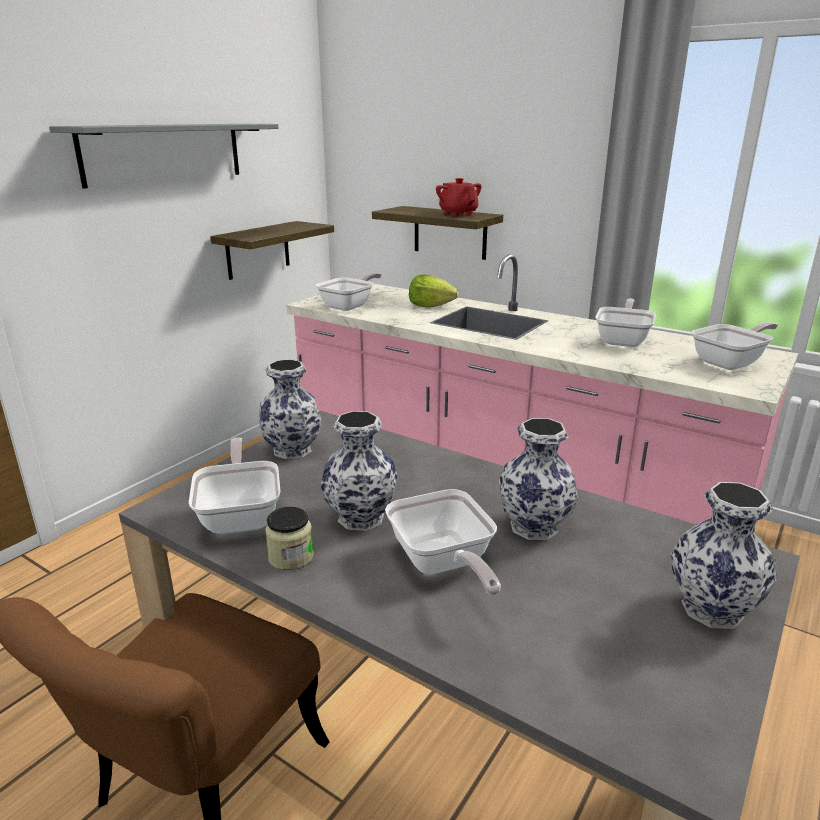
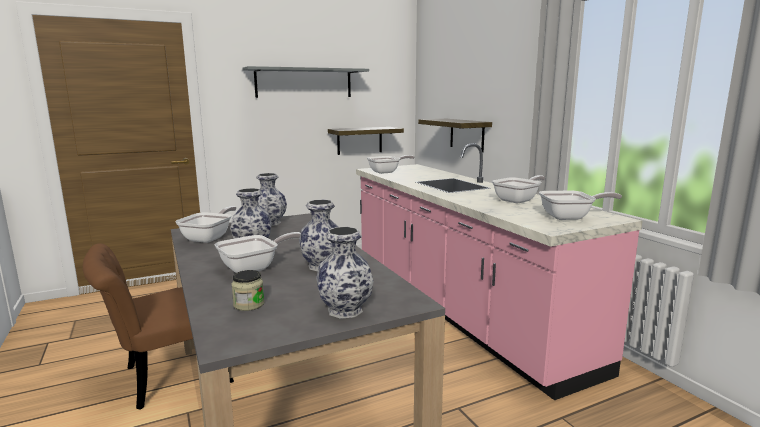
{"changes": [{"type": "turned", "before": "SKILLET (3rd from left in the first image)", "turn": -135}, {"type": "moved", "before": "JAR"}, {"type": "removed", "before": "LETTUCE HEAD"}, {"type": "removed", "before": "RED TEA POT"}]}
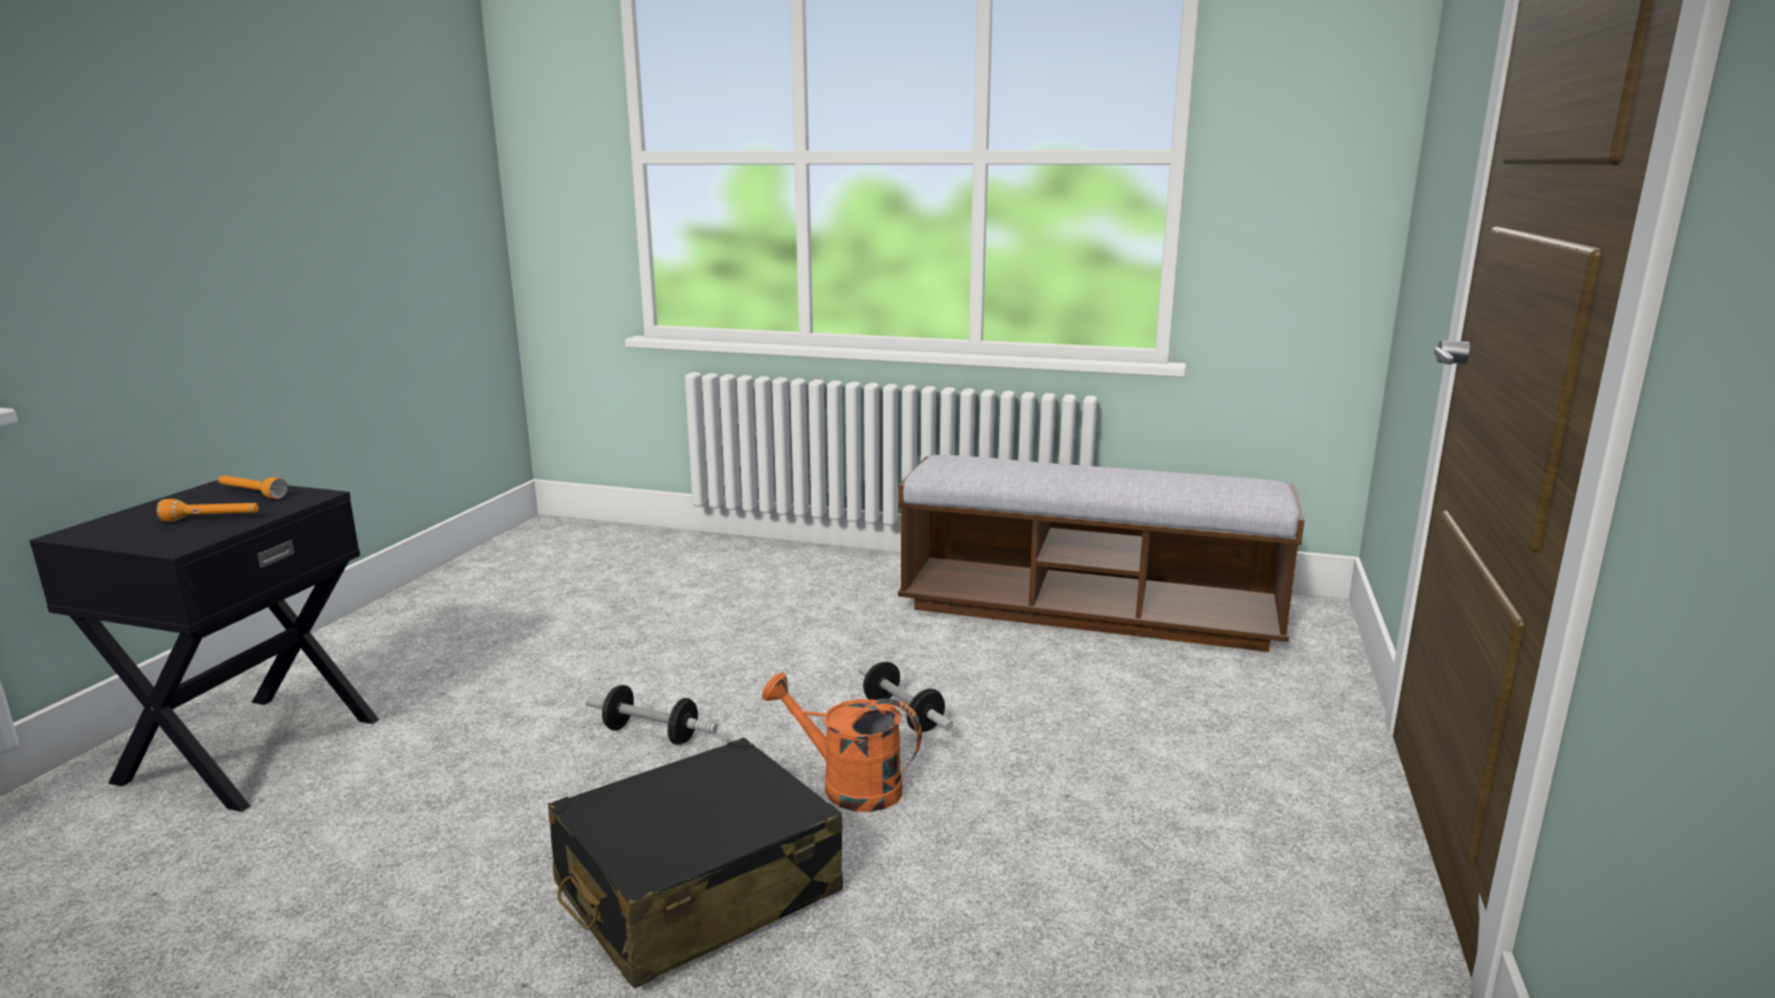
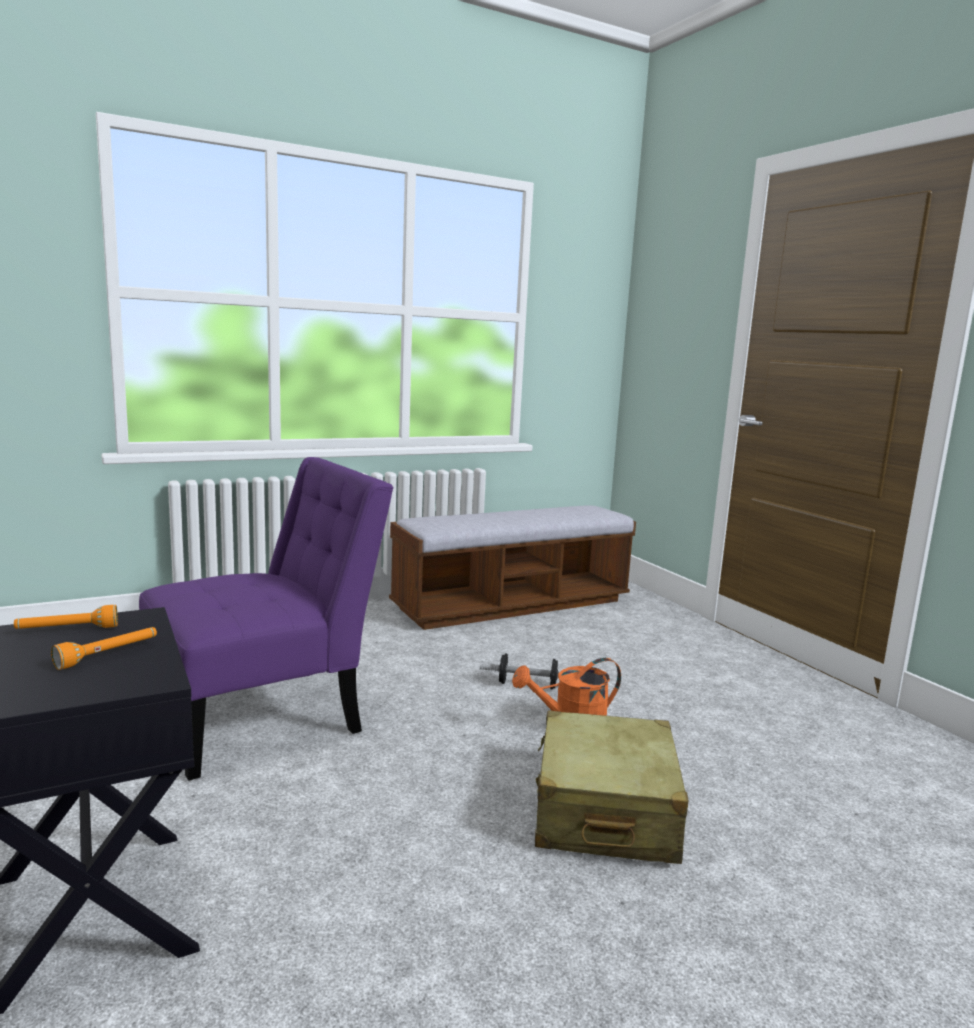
{"changes": [{"type": "added", "after": "PURPLISH CHAIR"}, {"type": "recoloured", "before": "BLACK SUITCASE", "after": "BEIGE SUITCASE"}, {"type": "removed", "before": "FREE WEIGHT (1st from left)"}]}
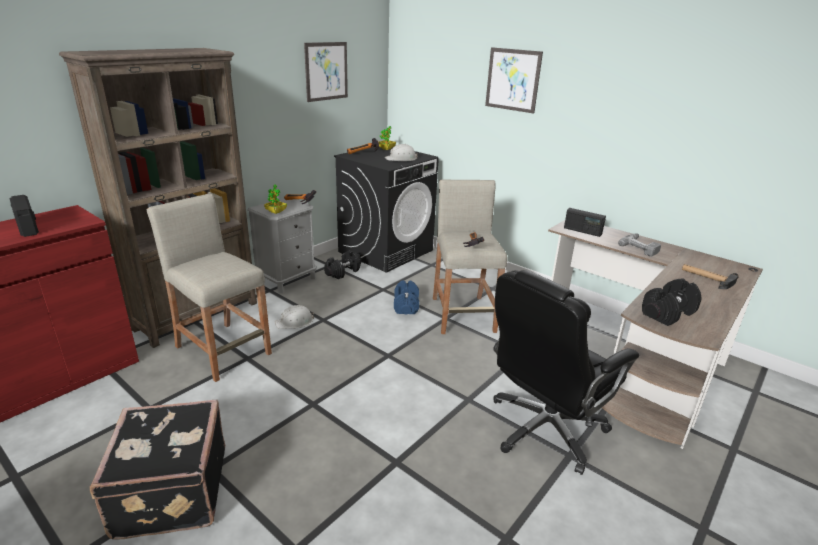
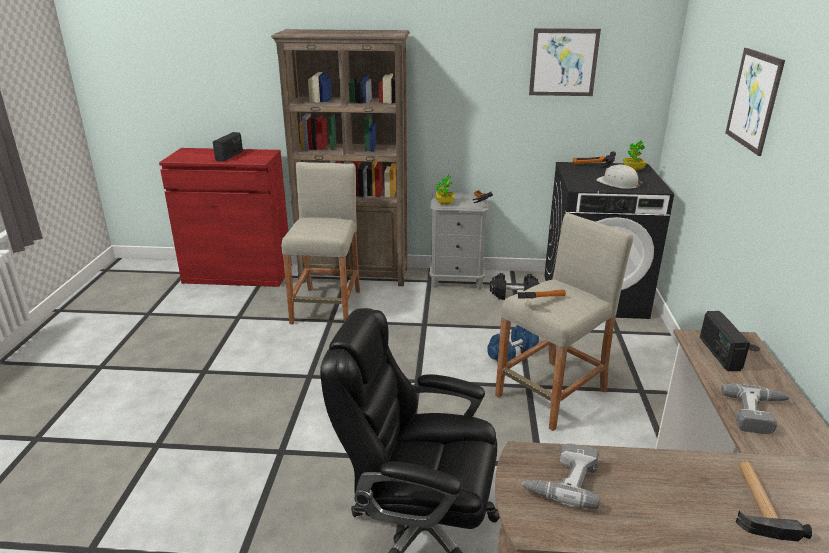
{"changes": [{"type": "replaced", "before": "BLACK FREE WEIGHT (2nd from left)", "after": "ELECTRIC DRILL (1st from left)"}, {"type": "removed", "before": "BLACK SUITCASE"}, {"type": "removed", "before": "WHITISH WORK HELMET (1st from left)"}]}
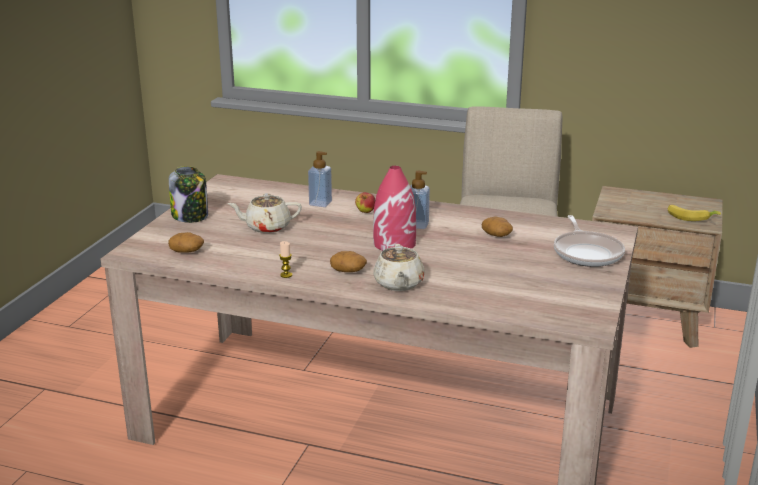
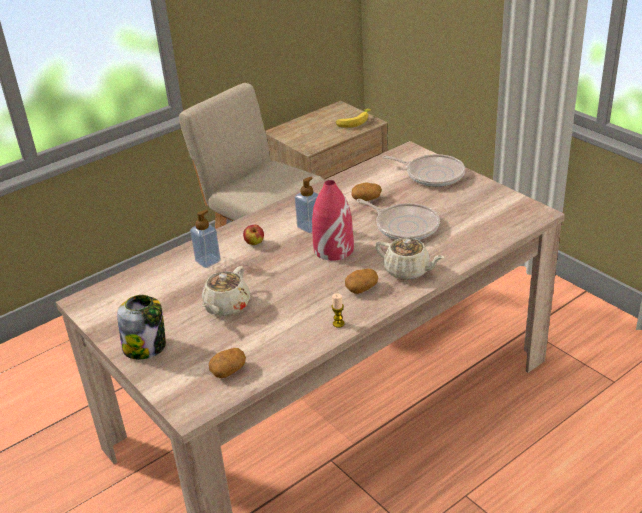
{"changes": [{"type": "added", "after": "SKILLET (1st from left)"}]}
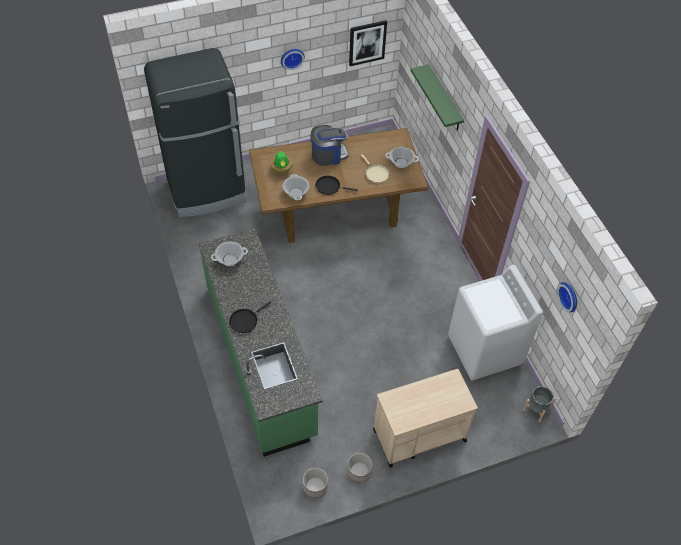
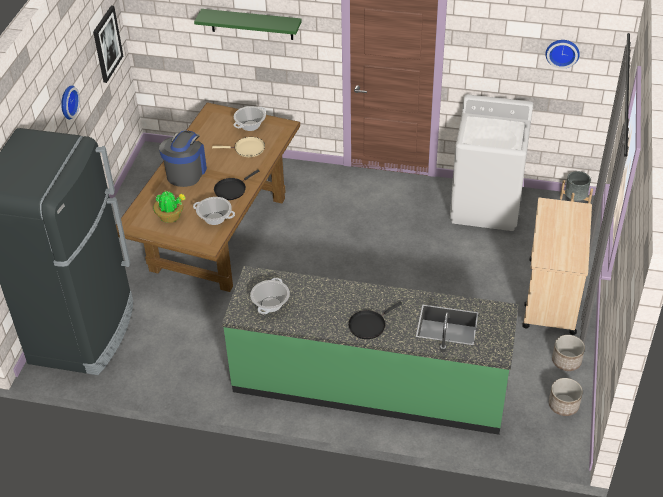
{"changes": [{"type": "turned", "before": "BLACK SKILLET (1st from left in the first image)", "turn": 60}]}
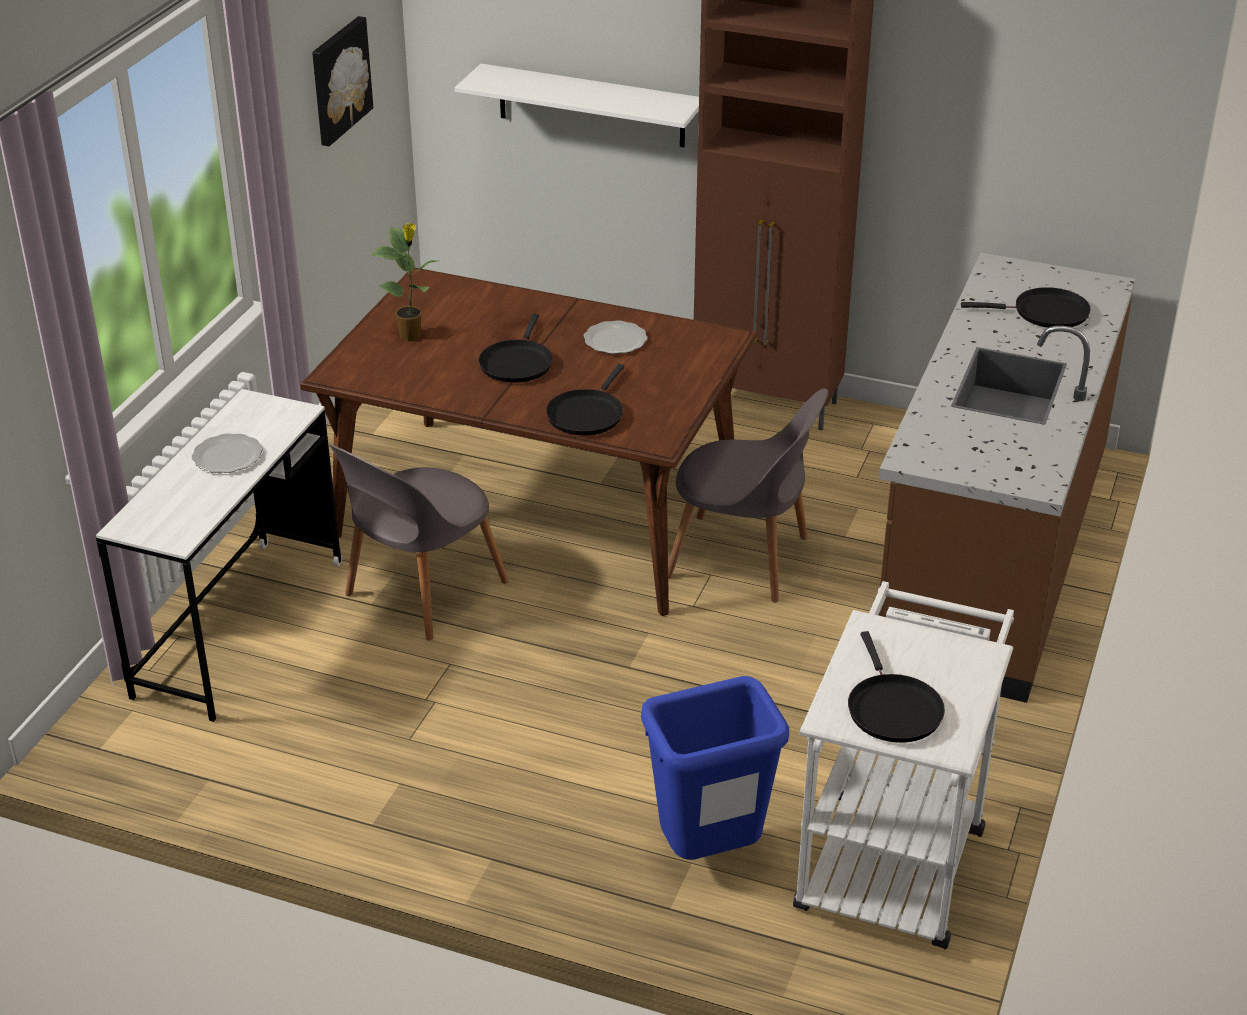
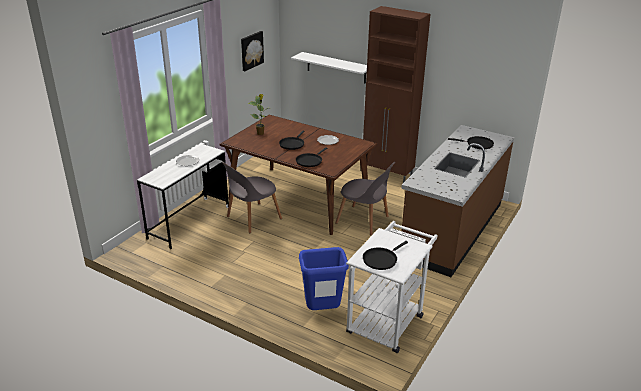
{"changes": [{"type": "turned", "before": "BLACK SKILLET (3rd from left)", "turn": 45}]}
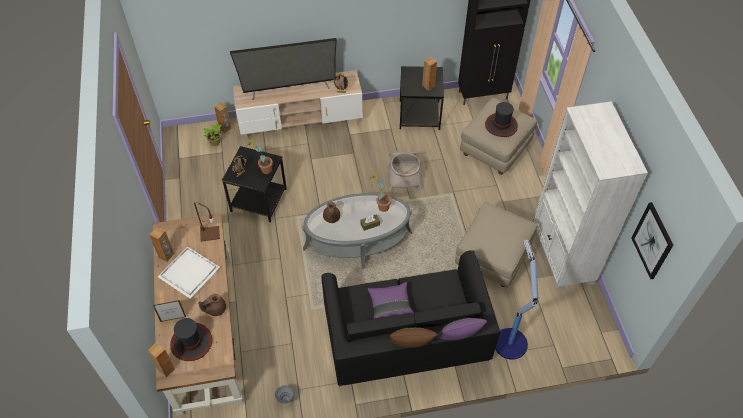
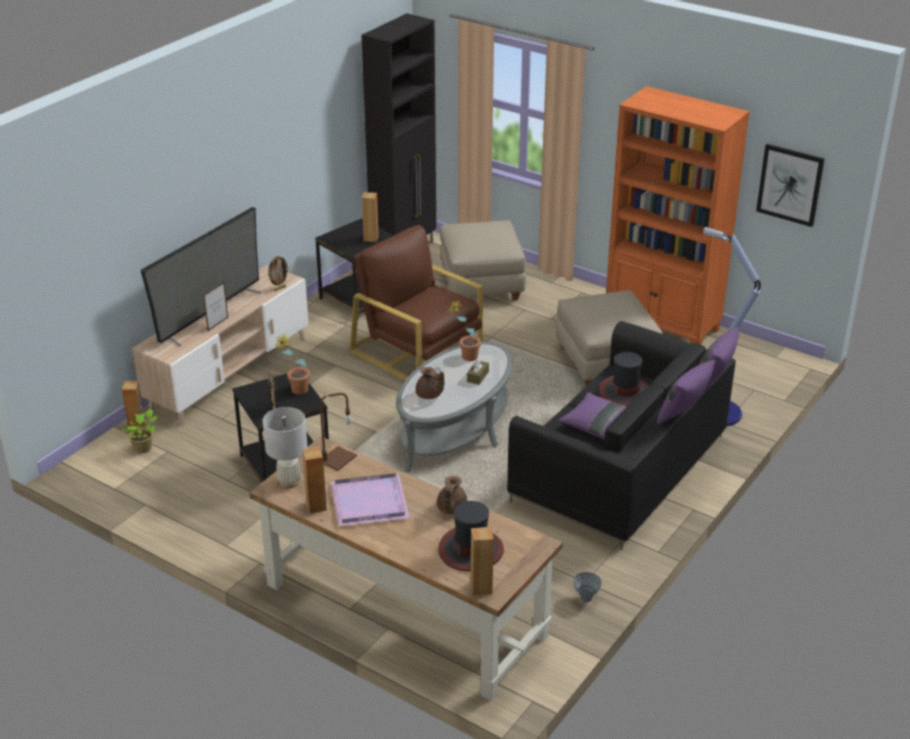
{"changes": [{"type": "moved", "before": "PICTURE FRAME (1st from left)"}, {"type": "added", "after": "WHITISH LAMP FOR A TABLE"}, {"type": "recoloured", "before": "WHITISH CARRYING TRAY", "after": "PURPLISH CARRYING TRAY"}, {"type": "replaced", "before": "HOUSEHOLD BASKET", "after": "BROWNISH LOUNGE CHAIR"}, {"type": "moved", "before": "WEARABLE HAT (2nd from left)"}, {"type": "recoloured", "before": "WHITISH BOOKCASE", "after": "ORANGEY BOOKCASE"}, {"type": "recoloured", "before": "BROWNISH THROW PILLOW", "after": "PURPLISH THROW PILLOW (2nd from left)"}]}
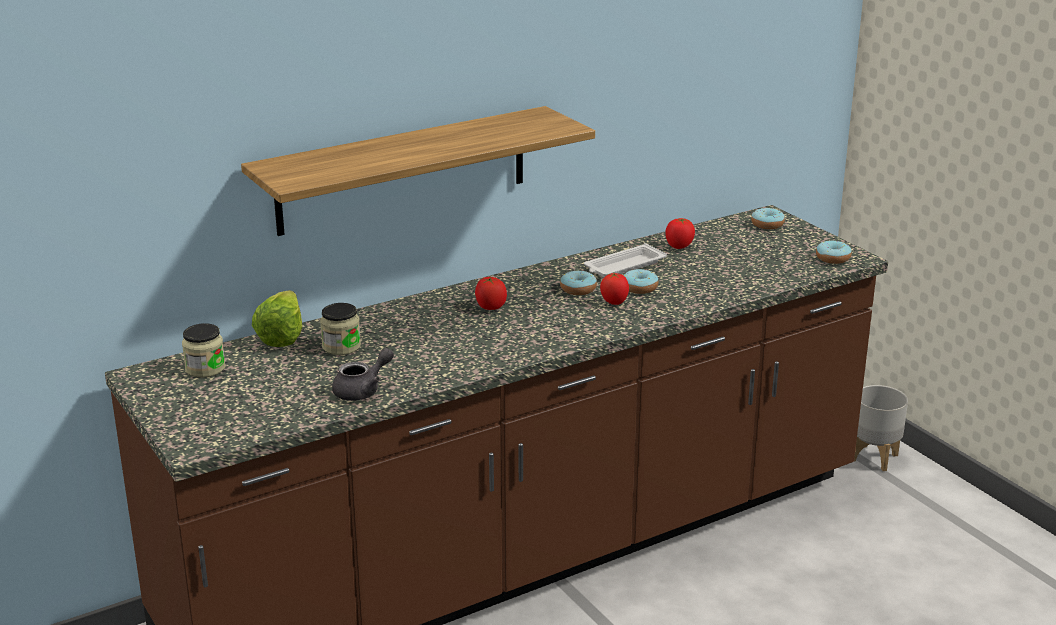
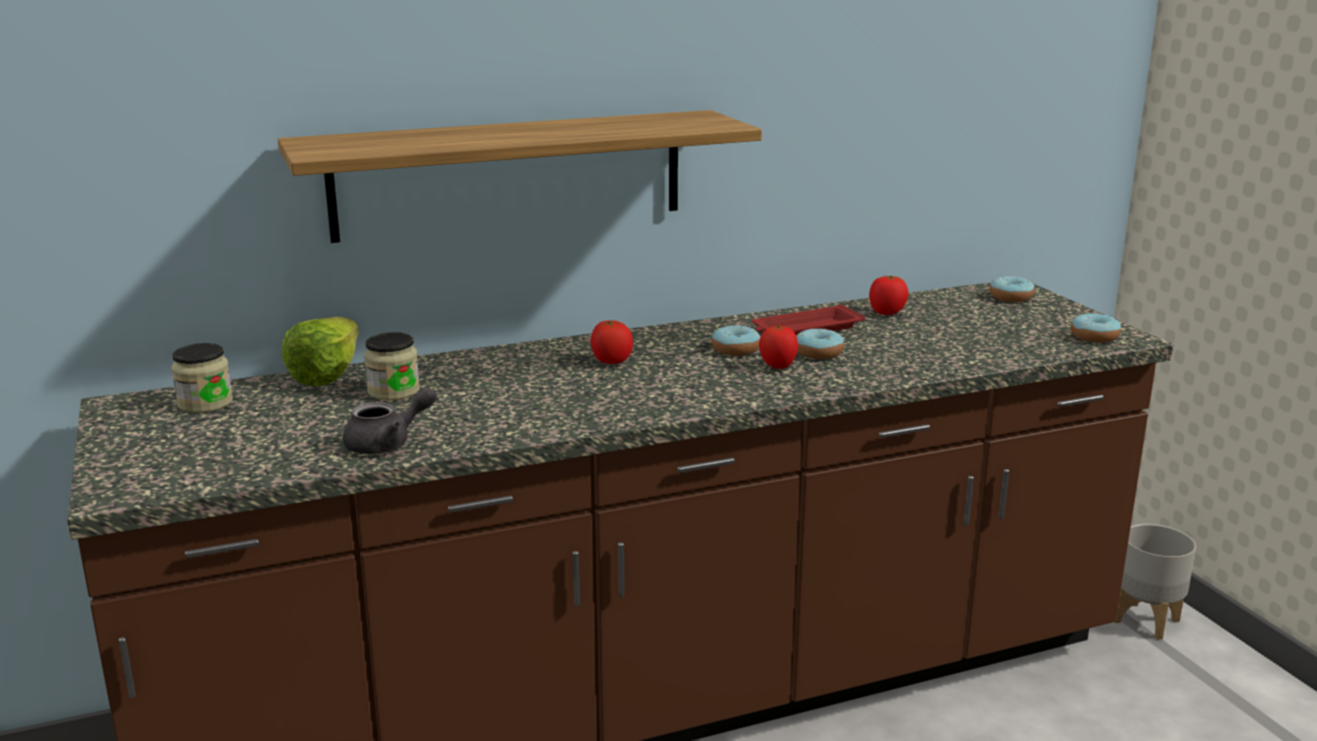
{"changes": [{"type": "recoloured", "before": "WHITISH CARRYING TRAY", "after": "RED CARRYING TRAY"}]}
